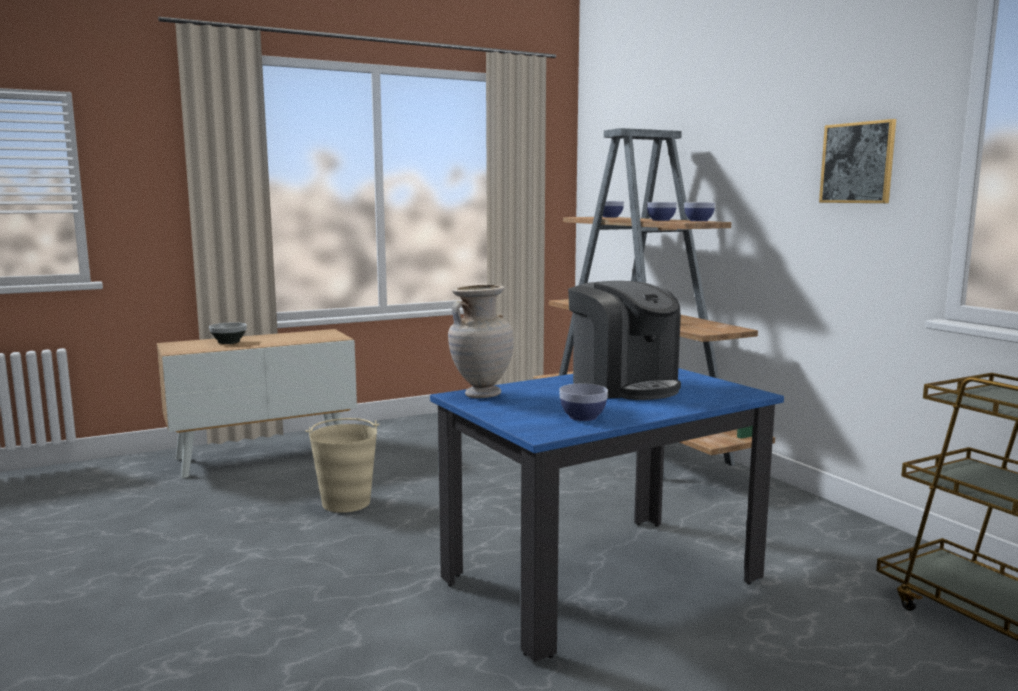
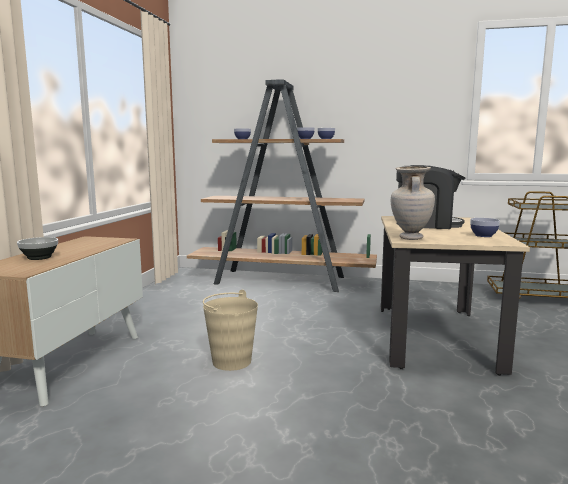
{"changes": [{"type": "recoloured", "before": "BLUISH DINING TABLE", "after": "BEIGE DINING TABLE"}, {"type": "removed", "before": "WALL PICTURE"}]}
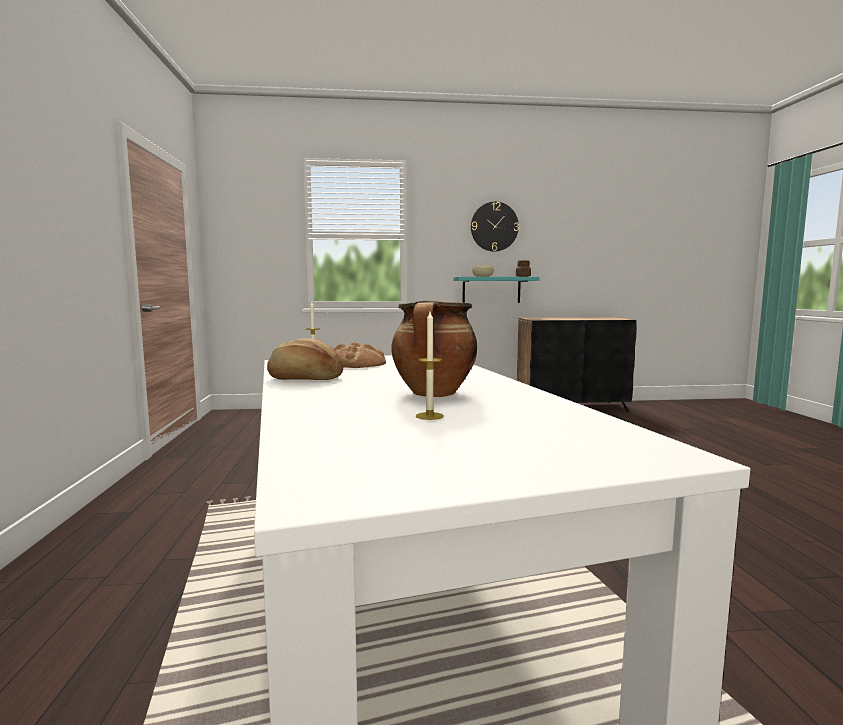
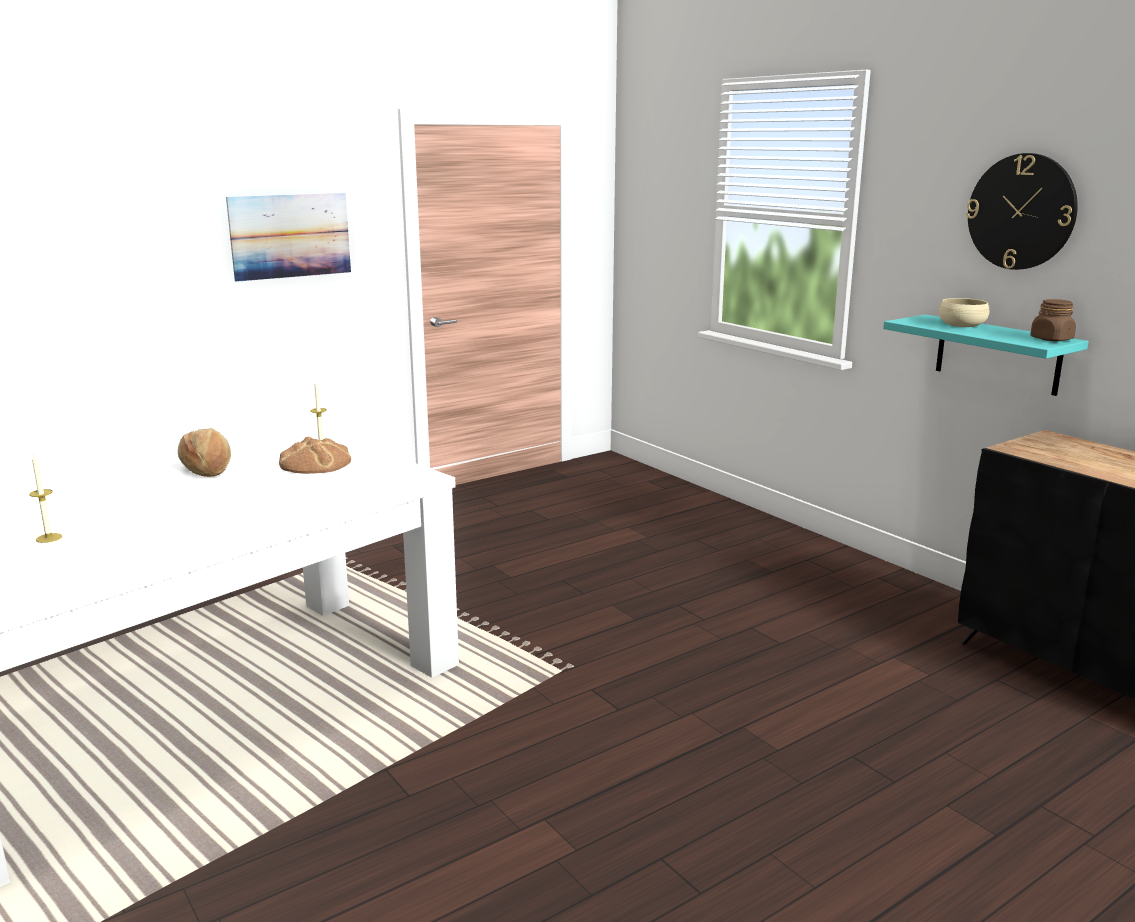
{"changes": [{"type": "added", "after": "WALL PICTURE"}, {"type": "removed", "before": "STOCKPOT"}]}
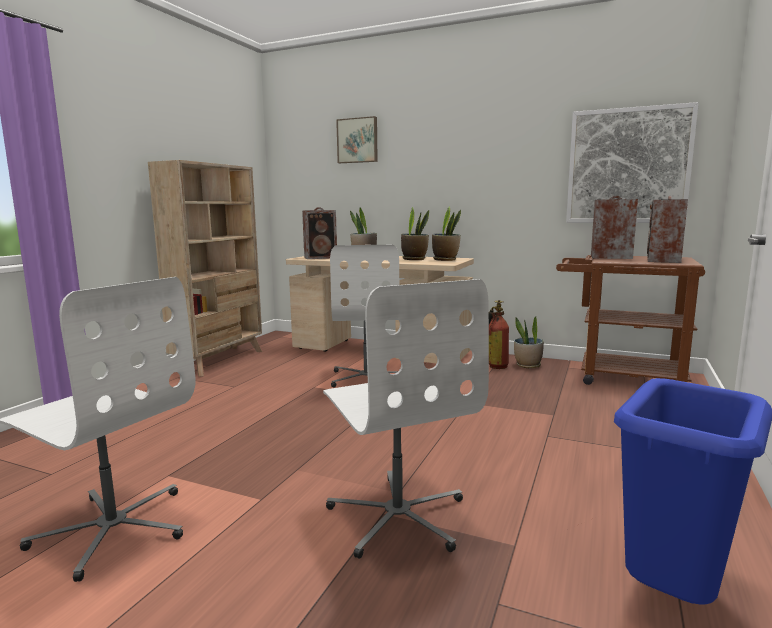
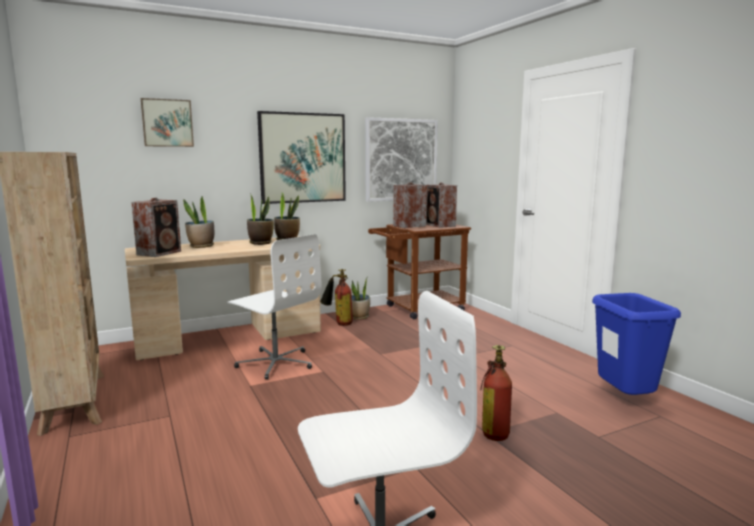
{"changes": [{"type": "added", "after": "WALL PICTURE (2nd from left)"}, {"type": "replaced", "before": "WHITISH OFFICE CHAIR (3rd from left)", "after": "FIRE-FIGHTING CYLINDER (2nd from left)"}]}
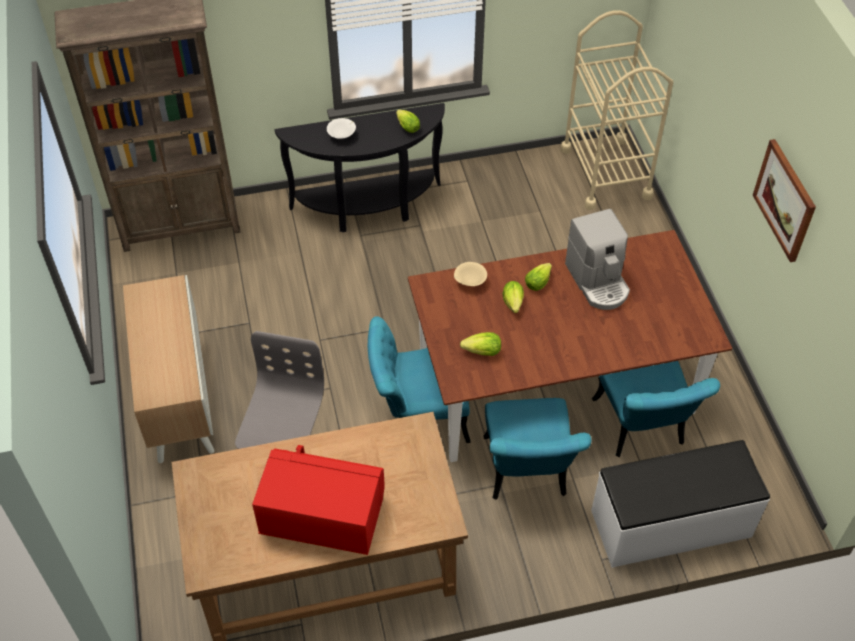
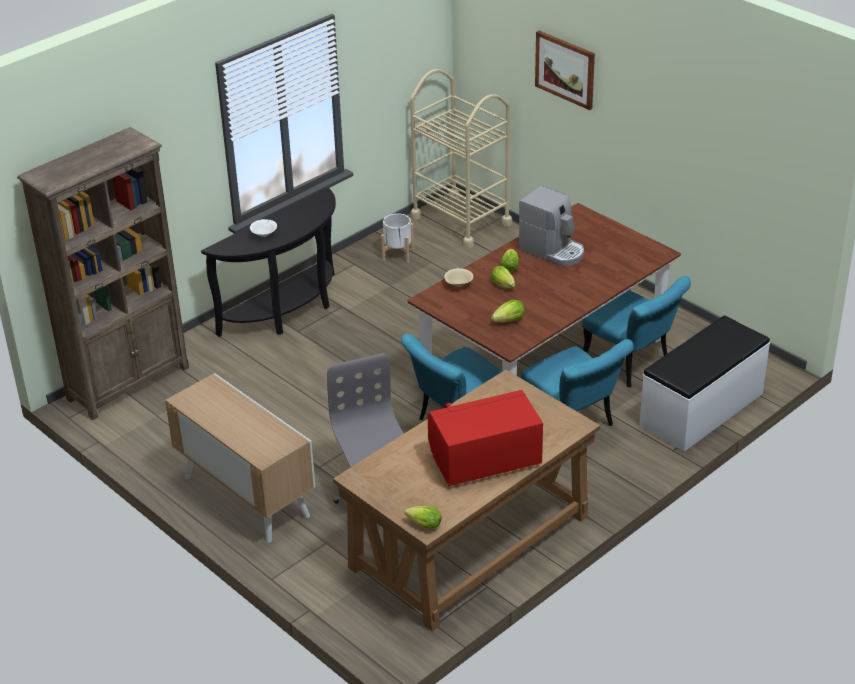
{"changes": [{"type": "added", "after": "WHITISH FLOWER POT"}, {"type": "moved", "before": "LETTUCE HEAD (1st from left)"}, {"type": "moved", "before": "WALL PICTURE"}]}
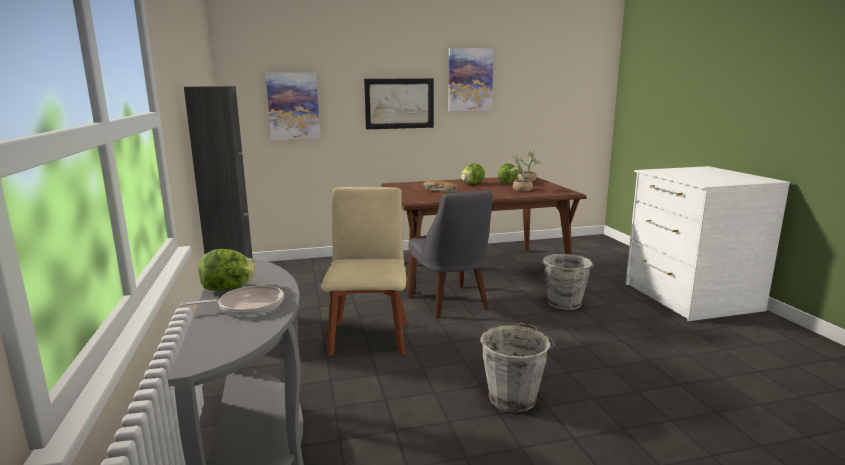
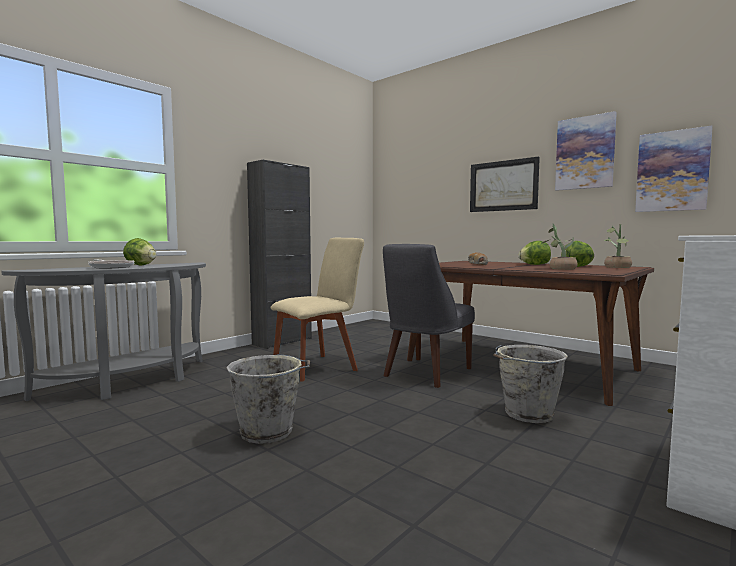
{"changes": [{"type": "moved", "before": "WALL PICTURE (1st from left in the first image)", "after": "WALL PICTURE (3rd from left)"}]}
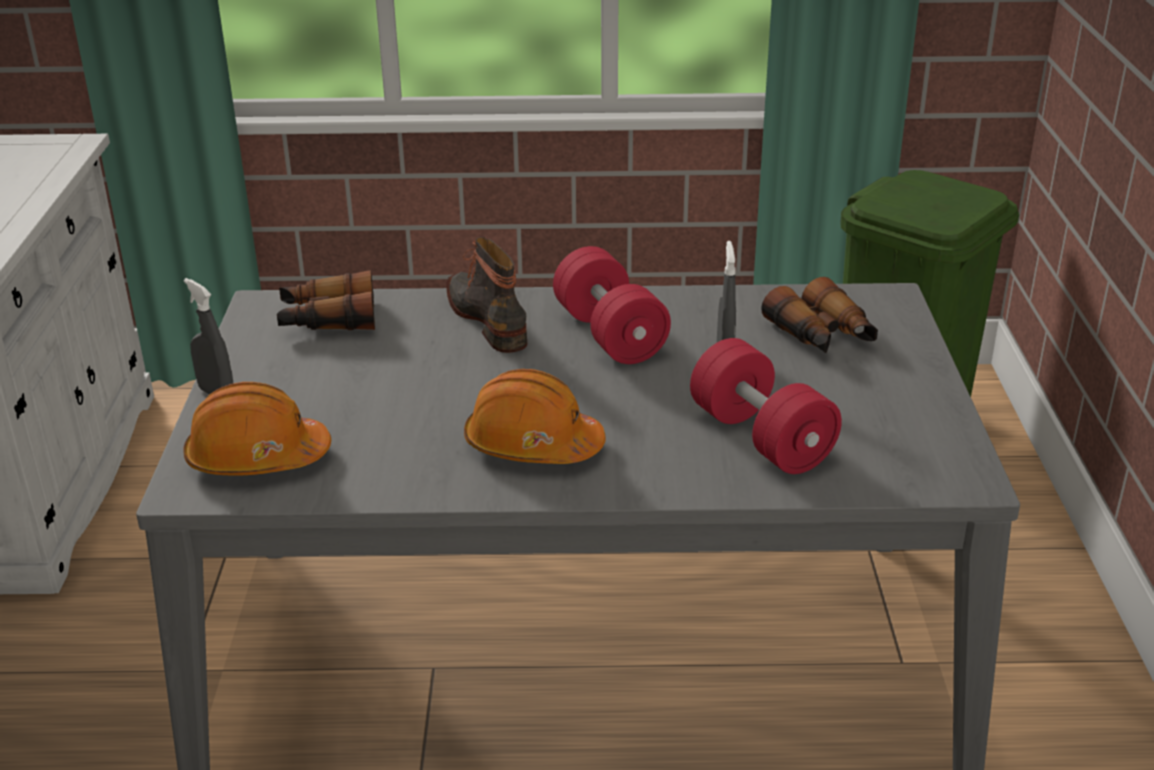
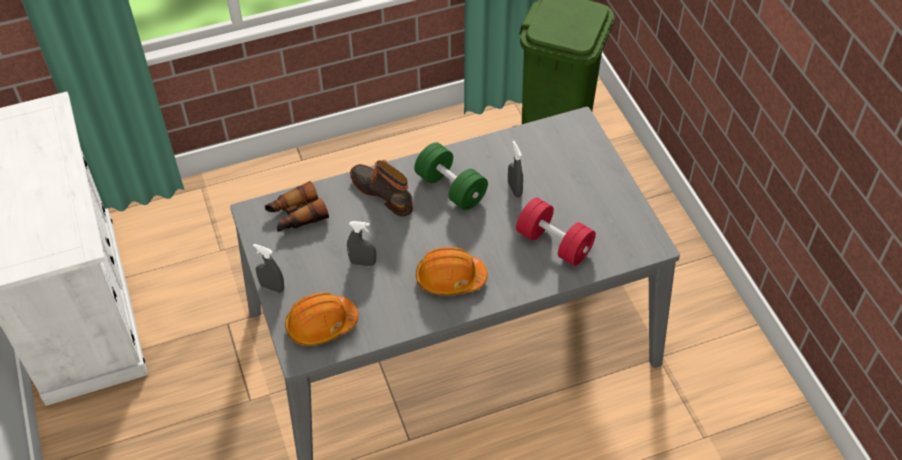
{"changes": [{"type": "added", "after": "GREY SPRAYER (2nd from left)"}, {"type": "recoloured", "before": "RED FREE WEIGHT (1st from left)", "after": "GREEN-COLOURED FREE WEIGHT"}, {"type": "removed", "before": "PAIR OF BINOCULARS (2nd from left)"}]}
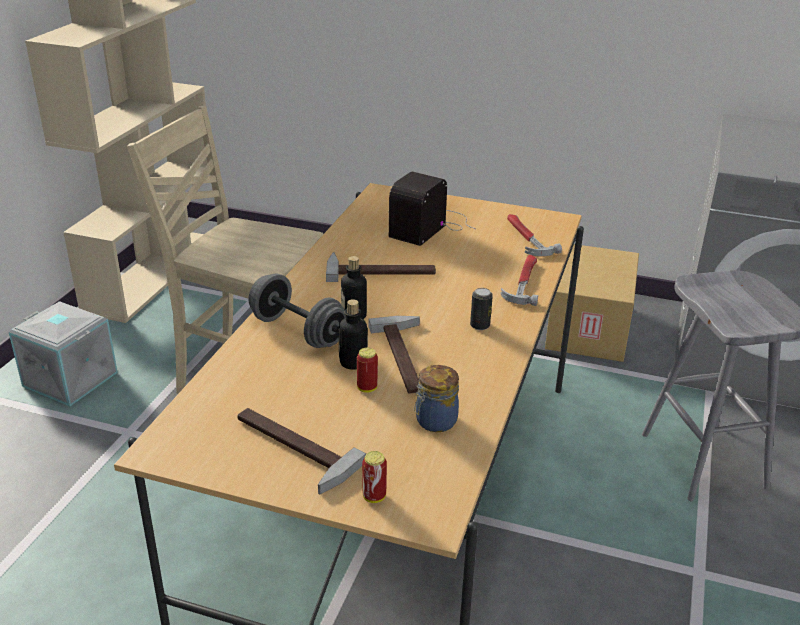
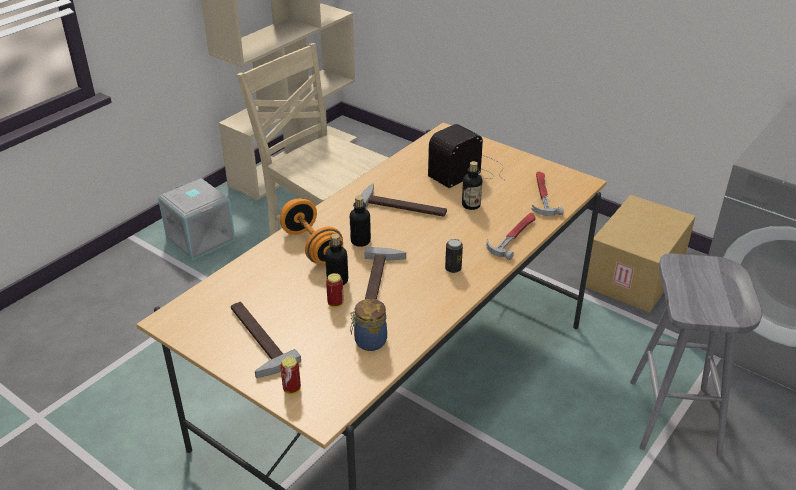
{"changes": [{"type": "recoloured", "before": "GREY FREE WEIGHT", "after": "ORANGEY FREE WEIGHT"}, {"type": "added", "after": "DRINK BOTTLE (3rd from left)"}]}
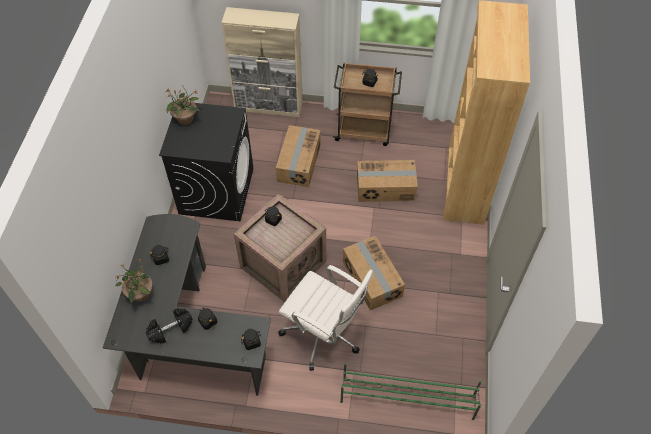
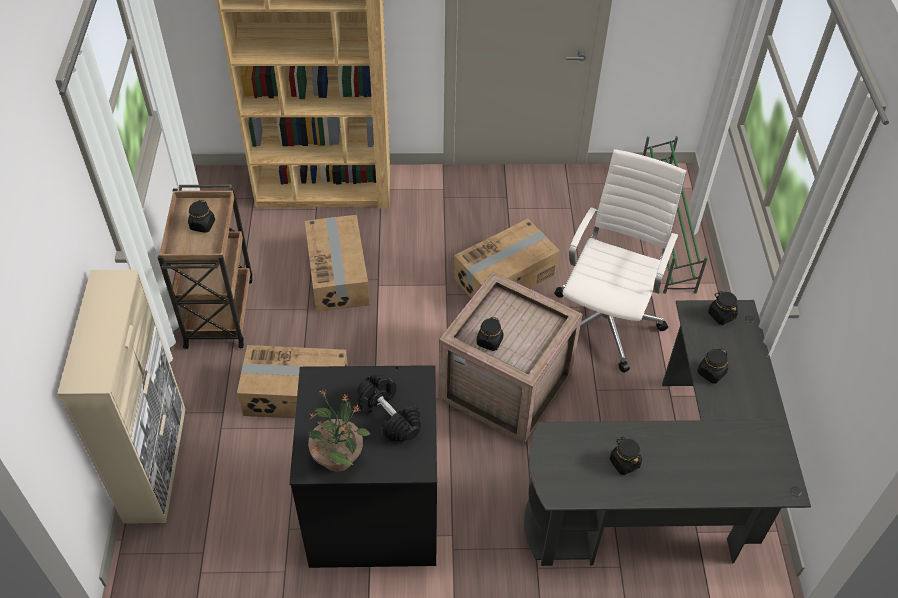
{"changes": [{"type": "moved", "before": "BLACK FREE WEIGHT"}, {"type": "removed", "before": "HOUSEPLANT (1st from left)"}]}
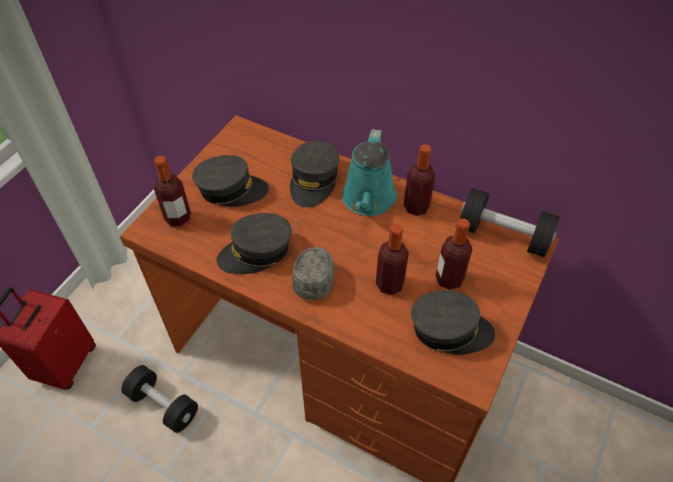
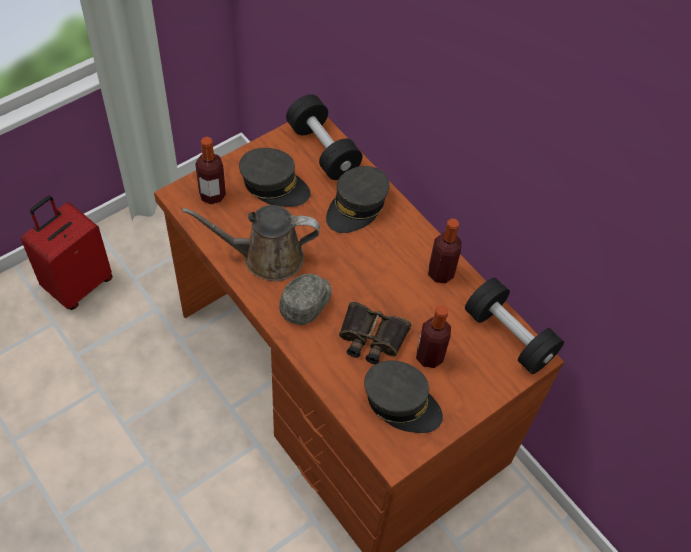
{"changes": [{"type": "replaced", "before": "GREY PEAKED CAP (2nd from left)", "after": "BROWNISH WATERING CAN"}, {"type": "moved", "before": "BLACK FREE WEIGHT (1st from left)"}, {"type": "replaced", "before": "DRINK BOTTLE (2nd from left)", "after": "PAIR OF BINOCULARS"}, {"type": "removed", "before": "BLUE-GREEN WATERING CAN"}]}
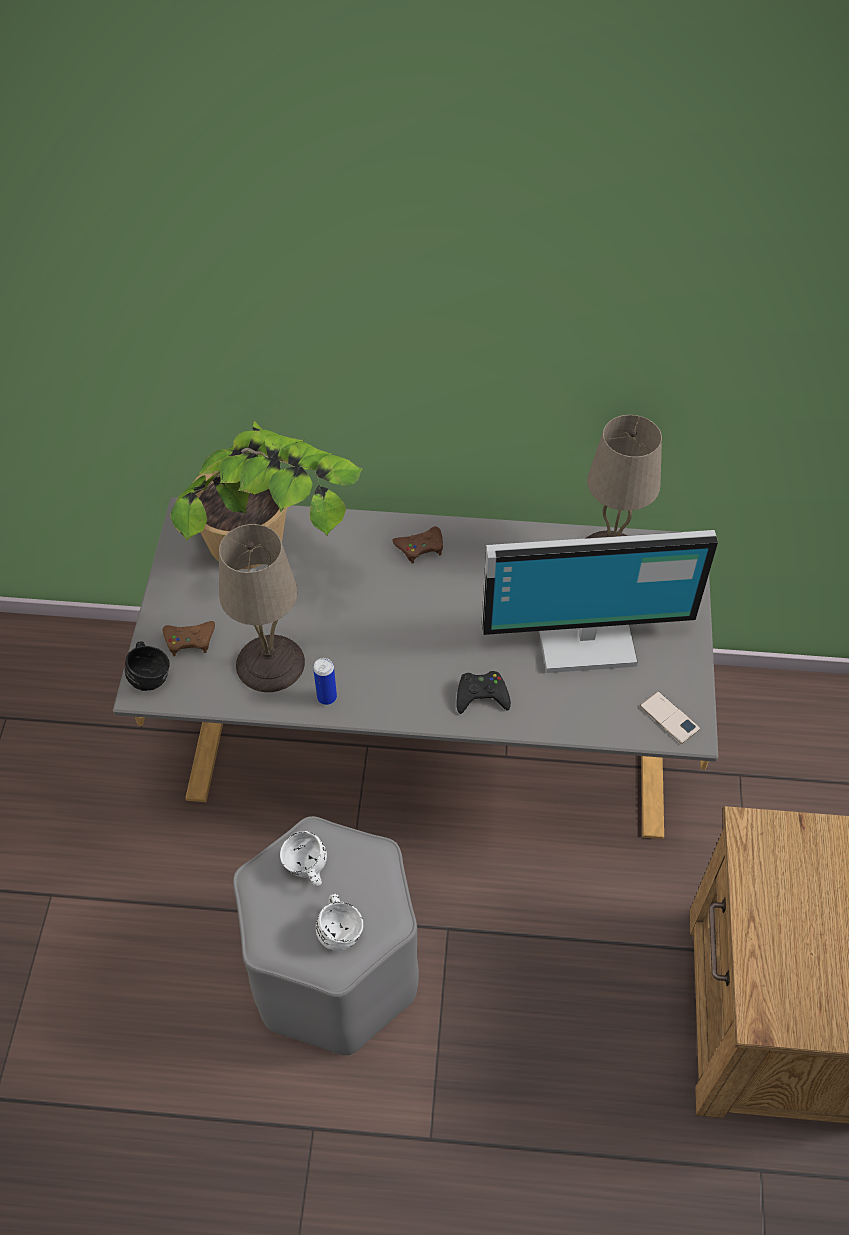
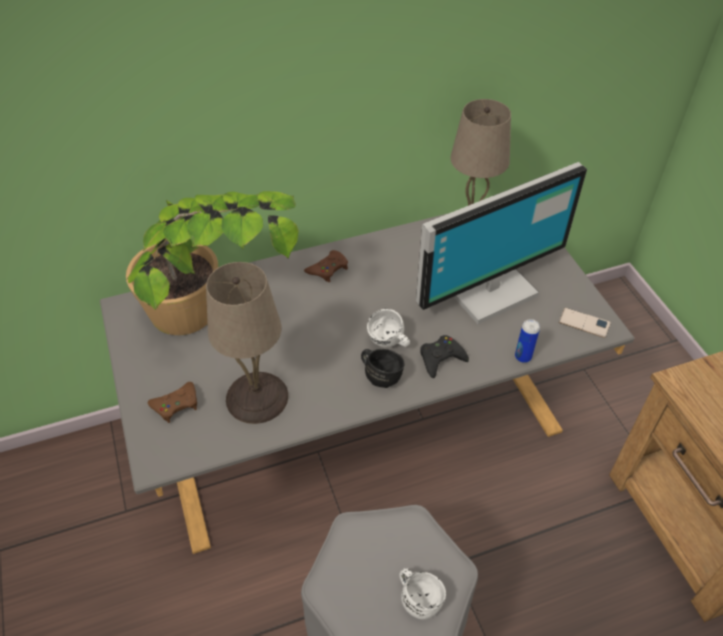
{"changes": [{"type": "moved", "before": "BLACK MUG"}, {"type": "moved", "before": "WHITISH MUG (1st from left)"}, {"type": "moved", "before": "CAN"}]}
